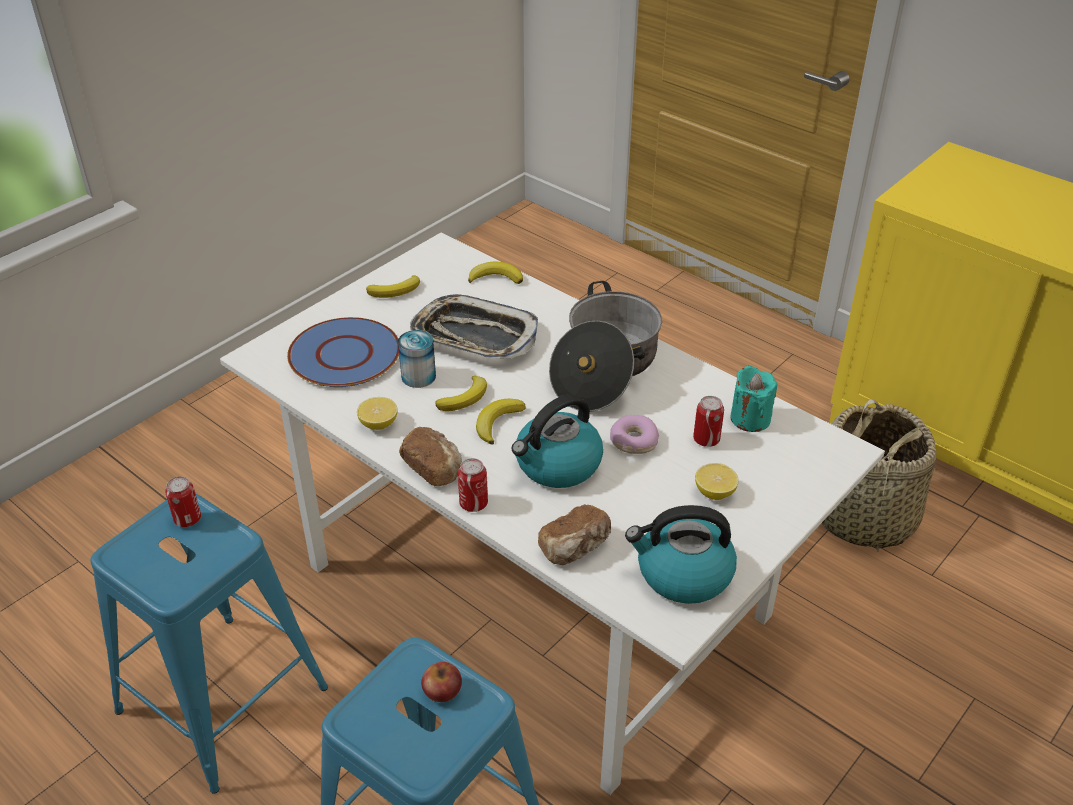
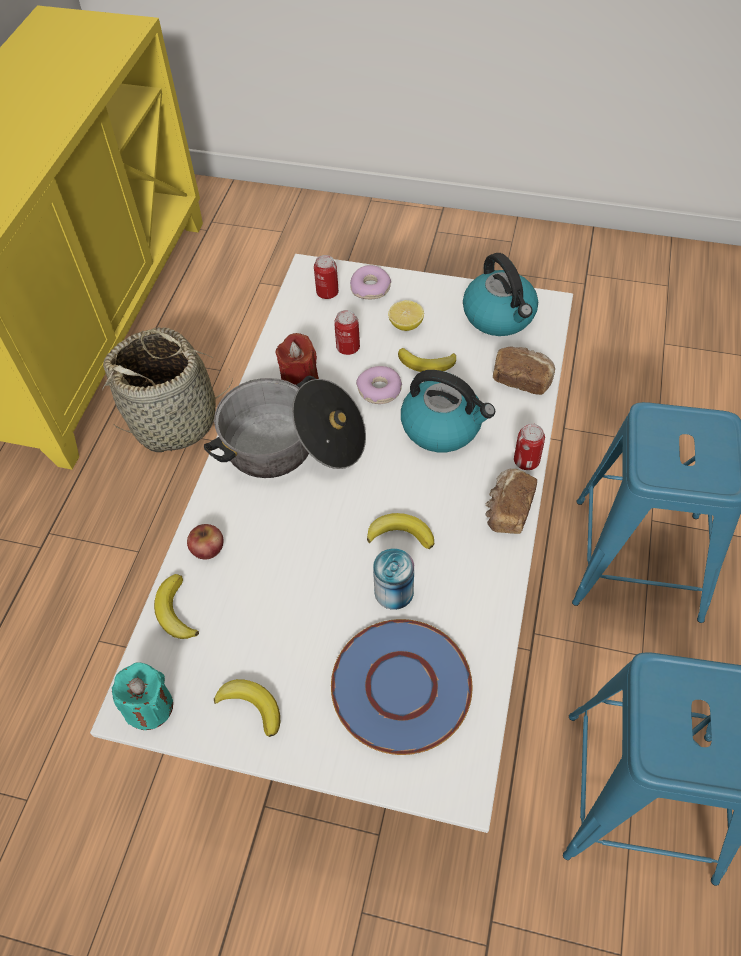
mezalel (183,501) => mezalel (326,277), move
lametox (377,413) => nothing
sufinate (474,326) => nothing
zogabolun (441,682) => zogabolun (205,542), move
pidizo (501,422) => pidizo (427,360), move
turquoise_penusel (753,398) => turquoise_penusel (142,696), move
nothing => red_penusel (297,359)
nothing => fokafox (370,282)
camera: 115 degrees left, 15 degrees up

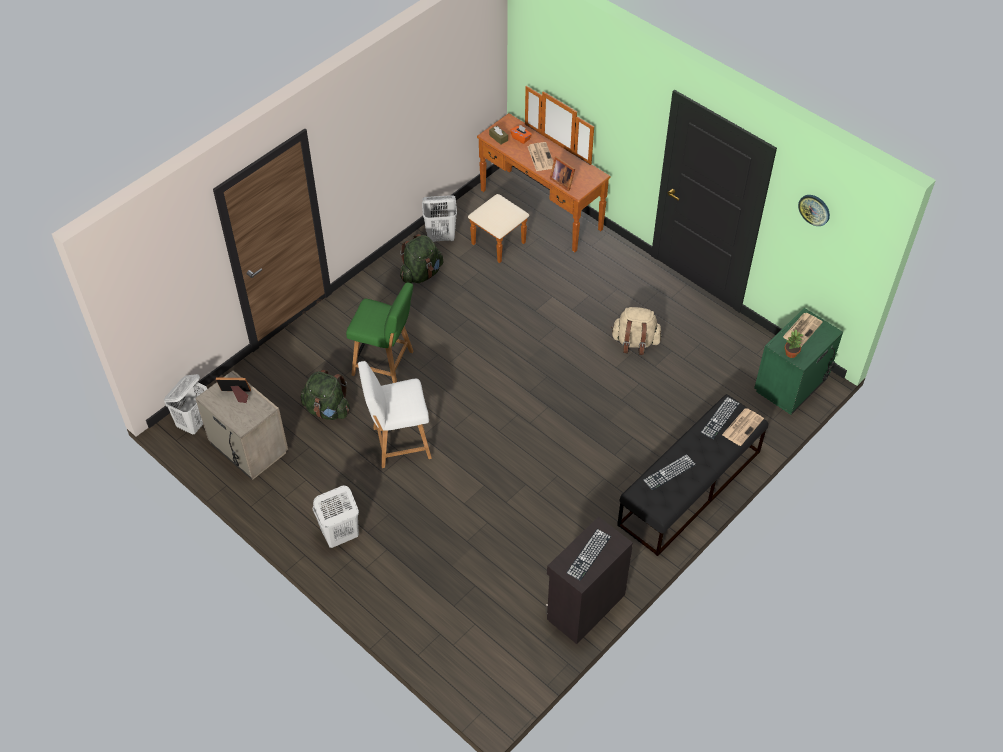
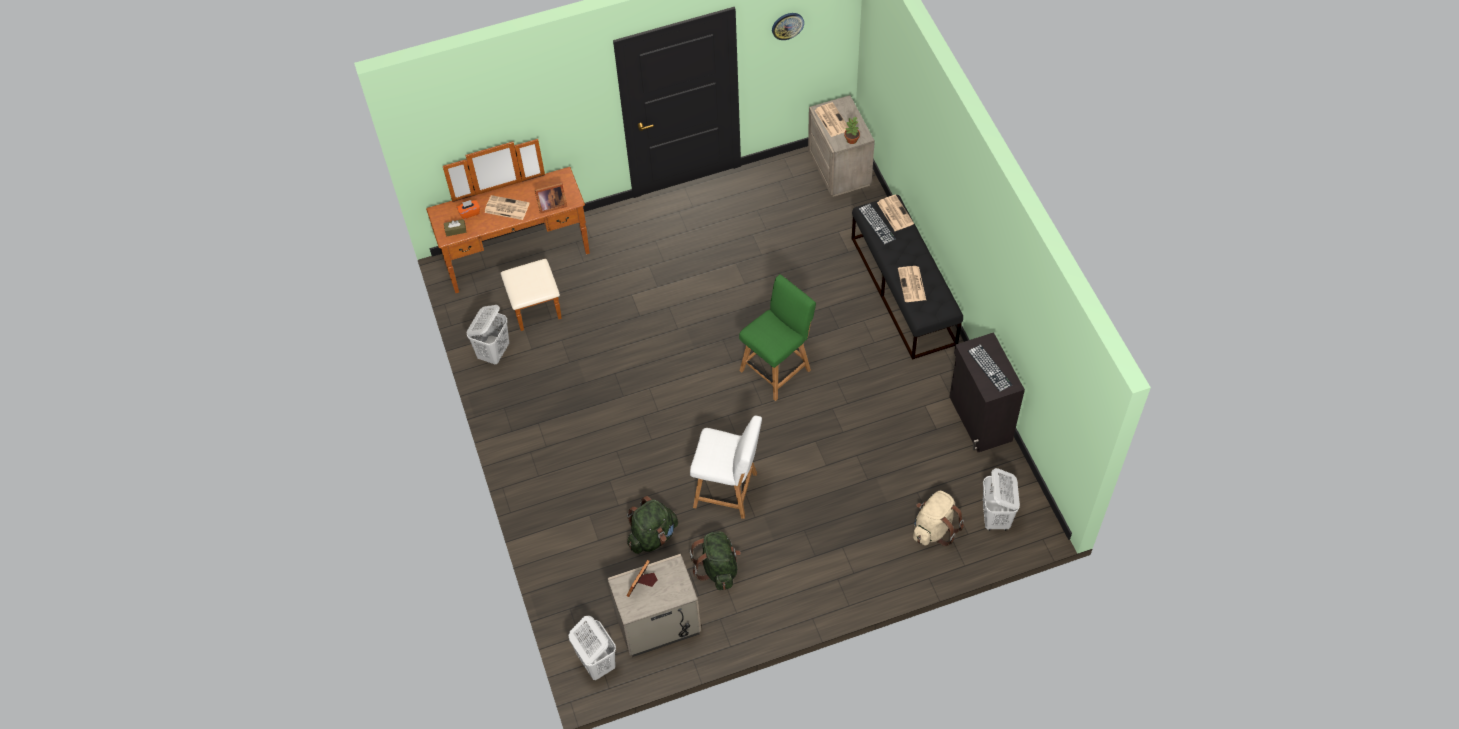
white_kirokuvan (336,517) => white_kirokuvan (1001,499), move
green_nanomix (379,332) => green_nanomix (777,337), move
white_nanomix (395,414) => white_nanomix (726,467), 90 degrees counterclockwise
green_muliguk (421,258) => green_muliguk (715,560), move
beige_muliguk (636,331) => beige_muliguk (938,518), move
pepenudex (669,472) => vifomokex (912,284)
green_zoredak (798,361) => beige_zoredak (841,146)
camera: 60 degrees left, 5 degrees up

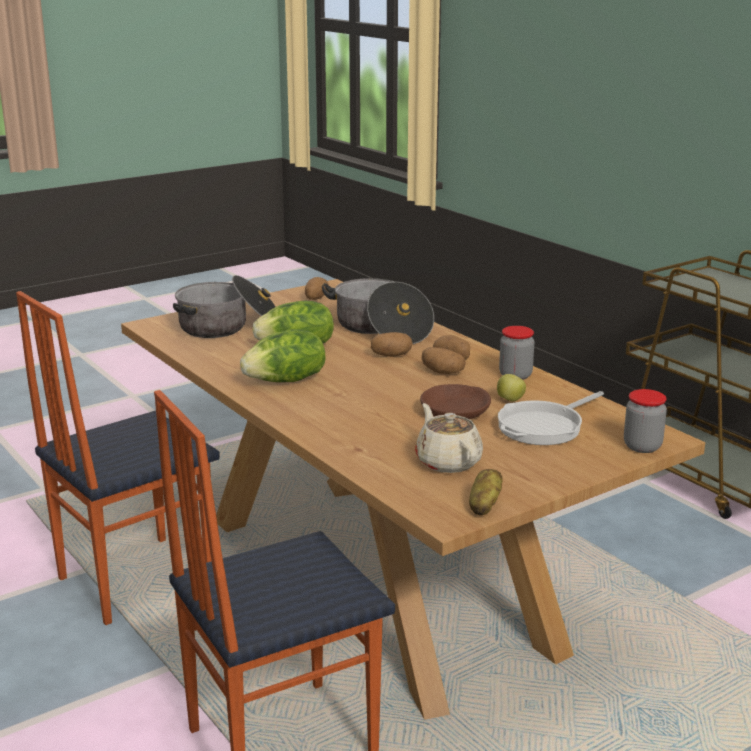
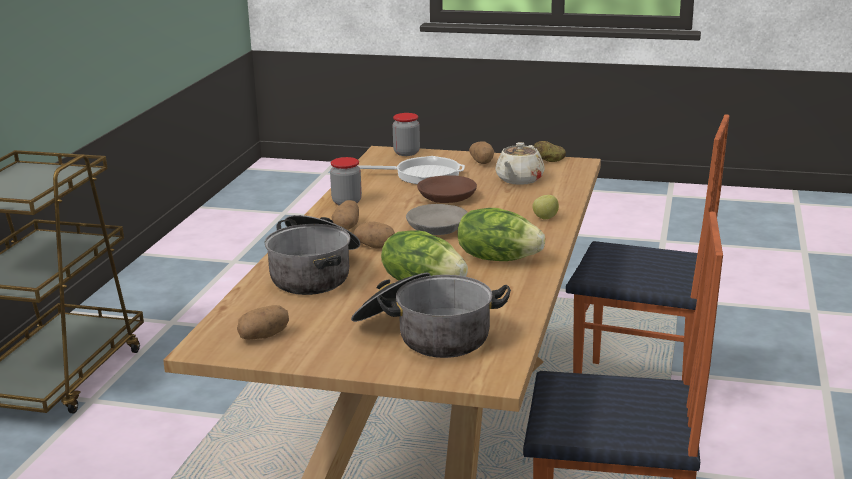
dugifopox (443,360) => dugifopox (481,152), move
zogabolun (511,388) => zogabolun (545,207), move
nothing => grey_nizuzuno (437,219)
camera: 130 degrees left, 0 degrees up

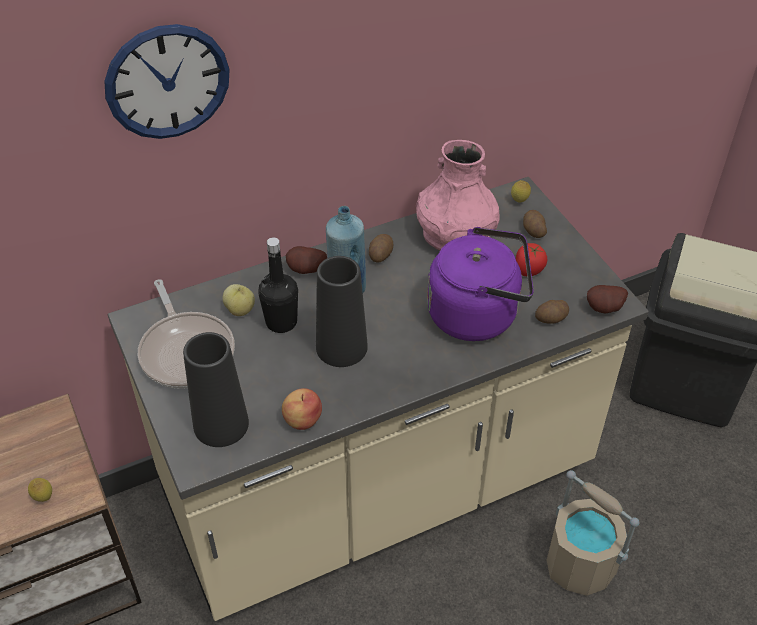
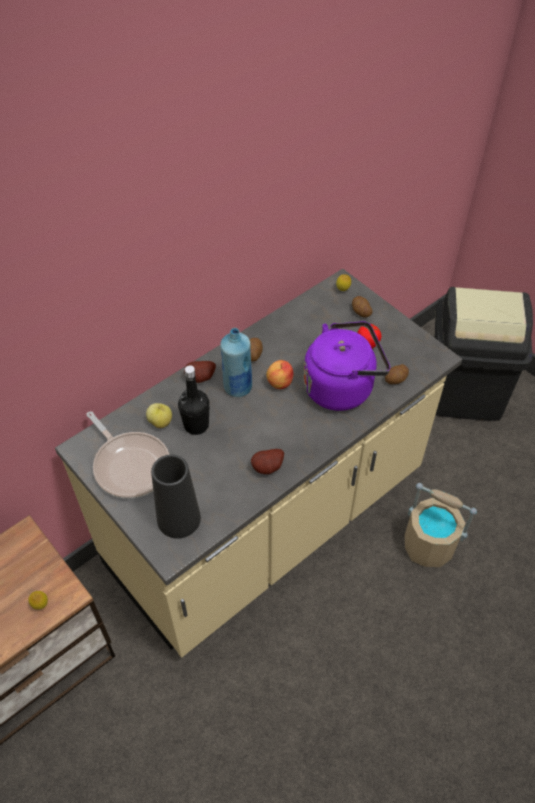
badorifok (167,81) => nothing
zogabolun (302,409) => zogabolun (279,374), move
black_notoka (342,311) => nothing
pink_notoka (458,195) => nothing
dugifopox (607,299) => dugifopox (267,461), move
camera: 15 degrees left, 5 degrees up

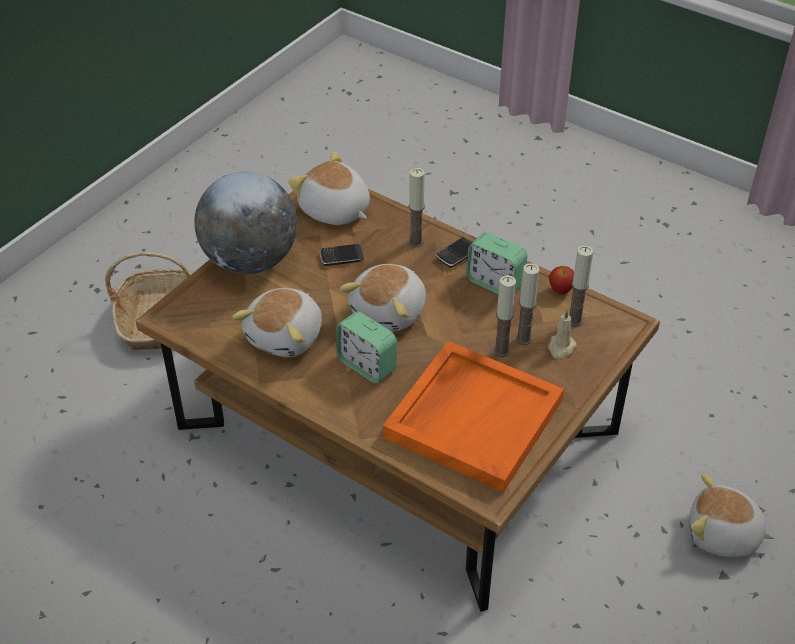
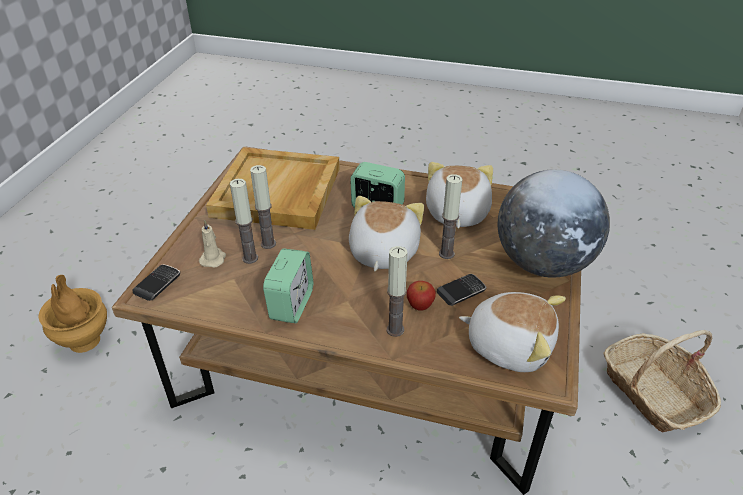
orange_sufinate (473,417) => beige_sufinate (273,189)
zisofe (454,252) => zisofe (156,282), move
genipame (496,263) => genipame (288,285), 90 degrees clockwise
zogabolun (561,280) => zogabolun (421,296), move
penusel (581,286) => penusel (450,216), move
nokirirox (732,515) => brown_notoka (72,314)
camera: 160 degrees right, 5 degrees down

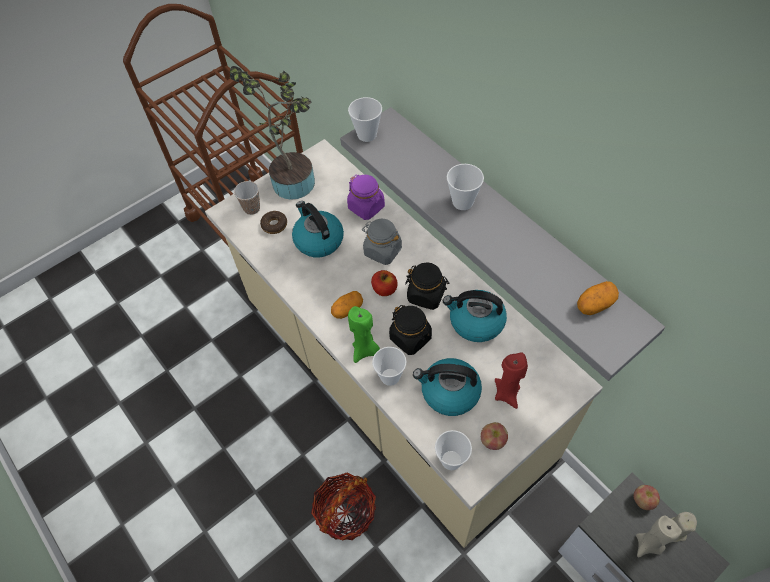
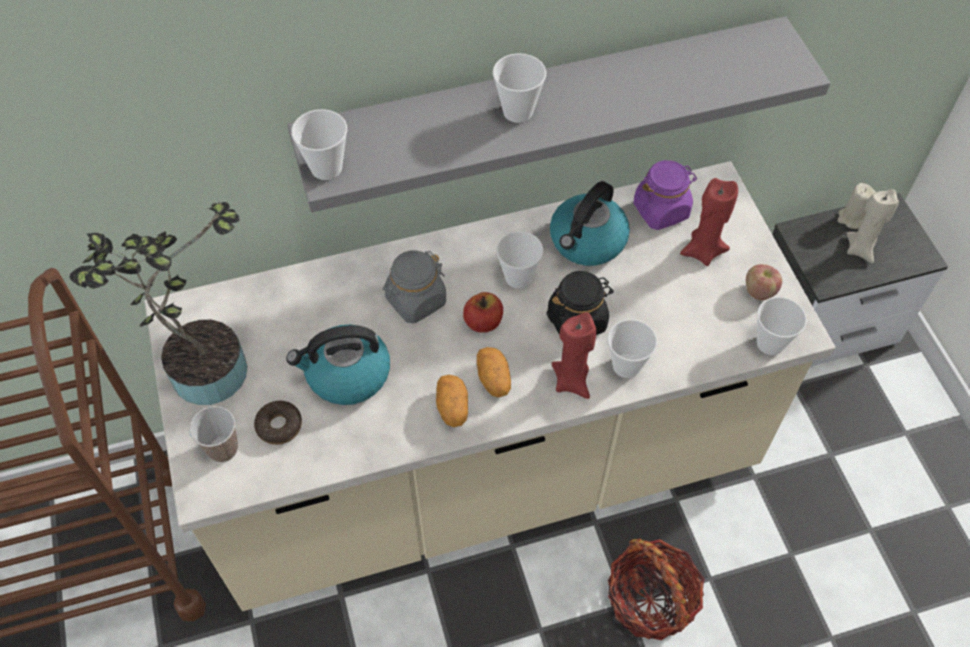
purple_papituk (366,197) => purple_papituk (665,195), move
green_penusel (364,334) => red_penusel (573,355)
black_papituk (427,286) => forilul (519,260)
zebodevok (447,387) => nothing
dugifopox (598,298) => dugifopox (452,401), move
zogabolun (647,497) => nothing
camera: 70 degrees left, 0 degrees up

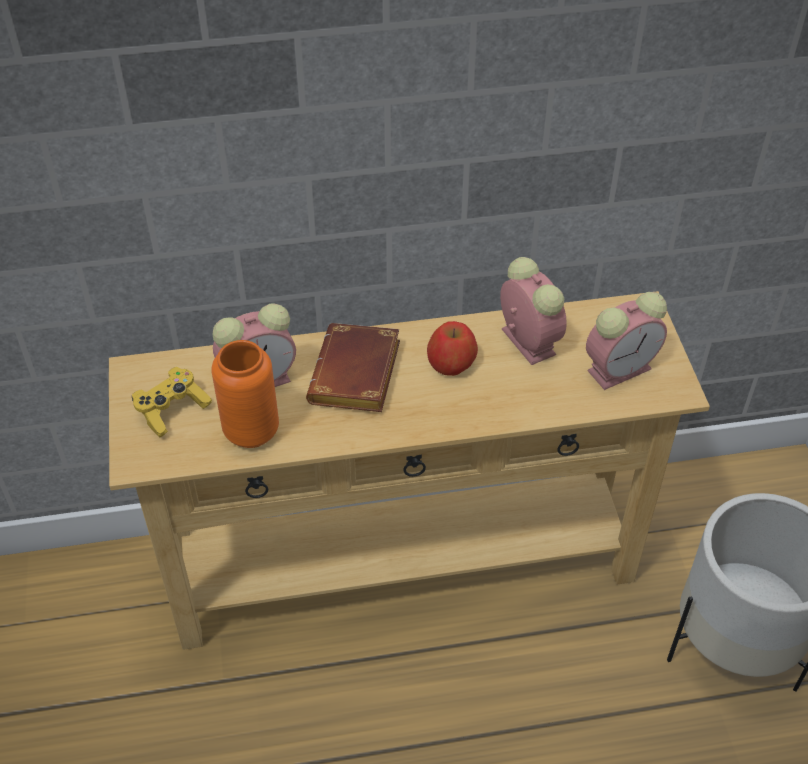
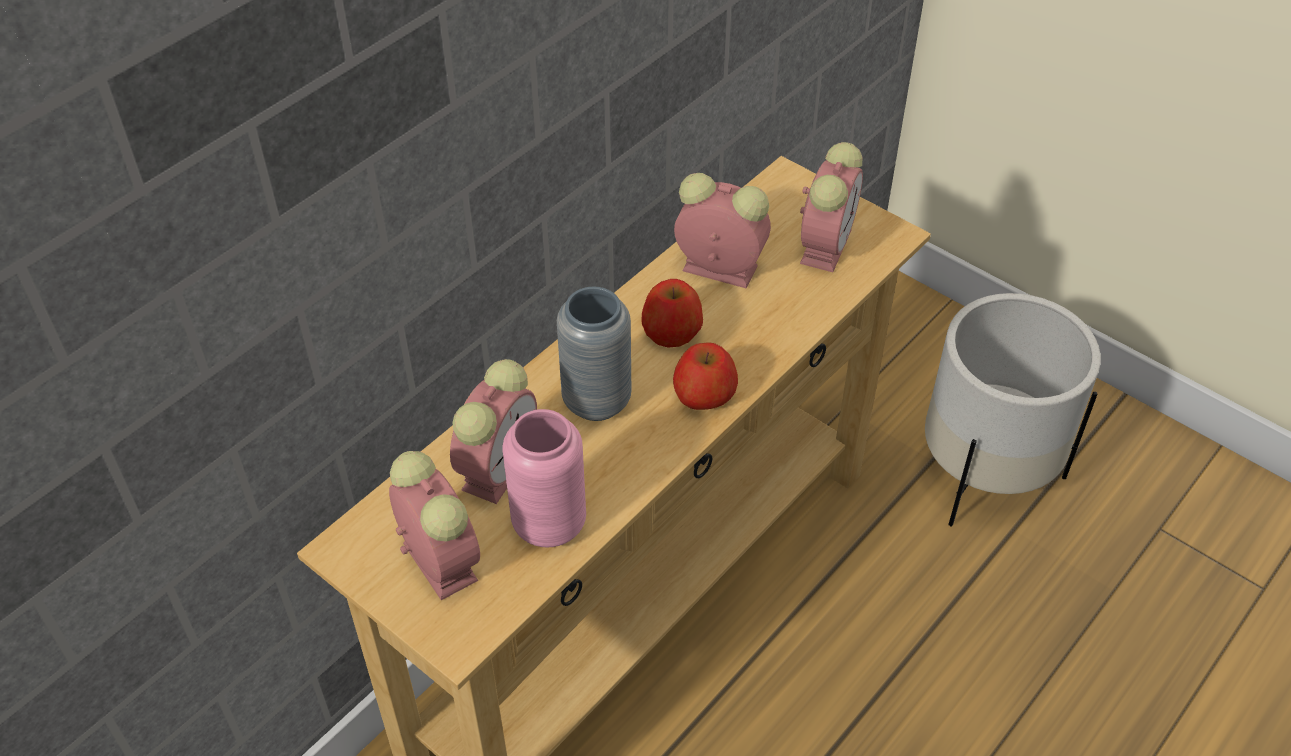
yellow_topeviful (172,402) => genipame (434,525)
orange_notoka (245,394) => pink_notoka (544,478)
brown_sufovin (353,367) => grey_notoka (594,354)
nothing => zogabolun (705,376)
camera: 40 degrees left, 0 degrees up

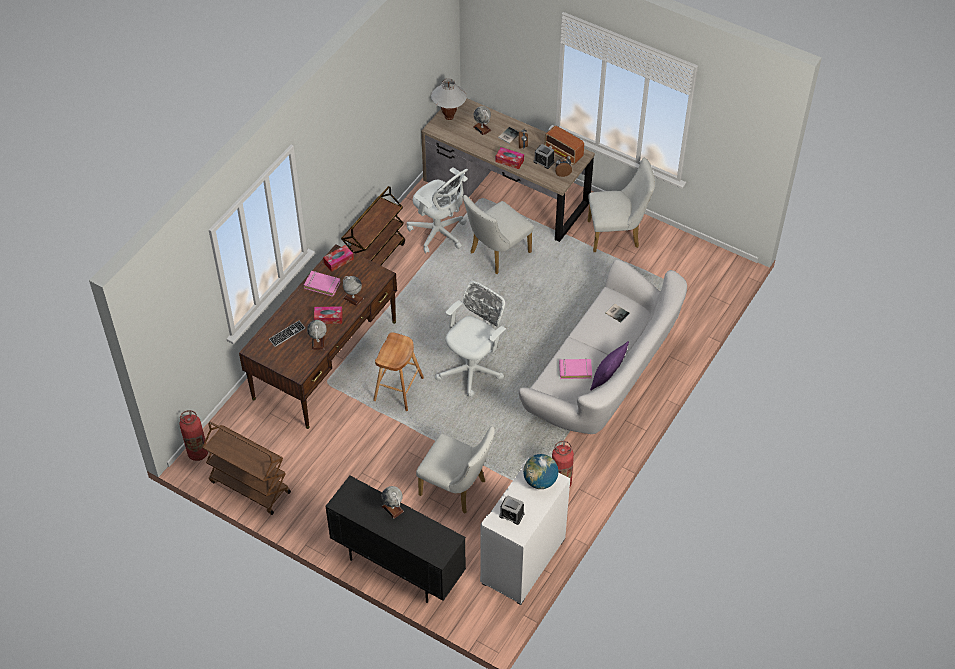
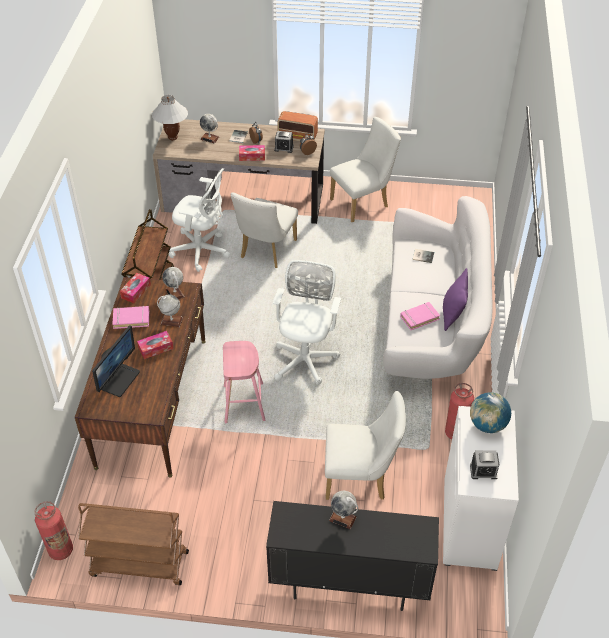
pepenudex (287,334) => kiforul (116,361)
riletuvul (317,335) => riletuvul (173,283), move
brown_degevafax (398,371) => pink_degevafax (244,382)
camera: 25 degrees left, 5 degrees down

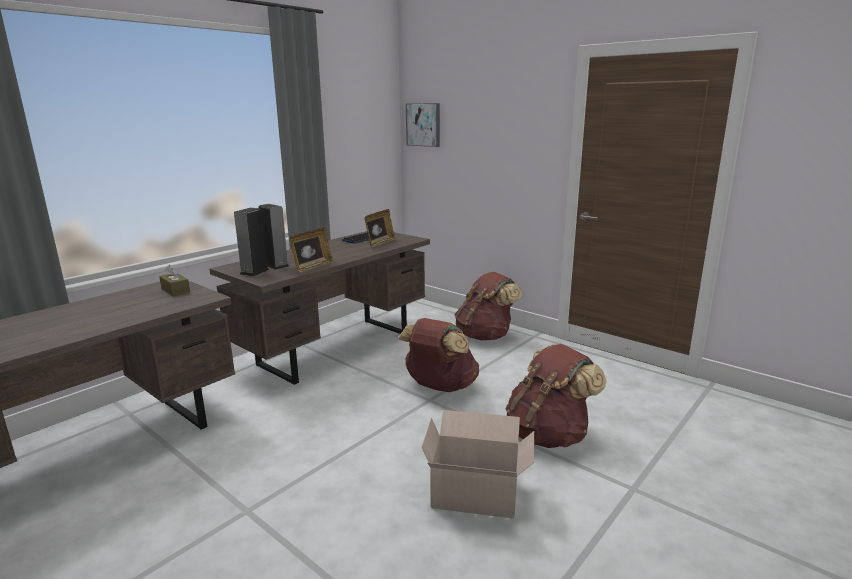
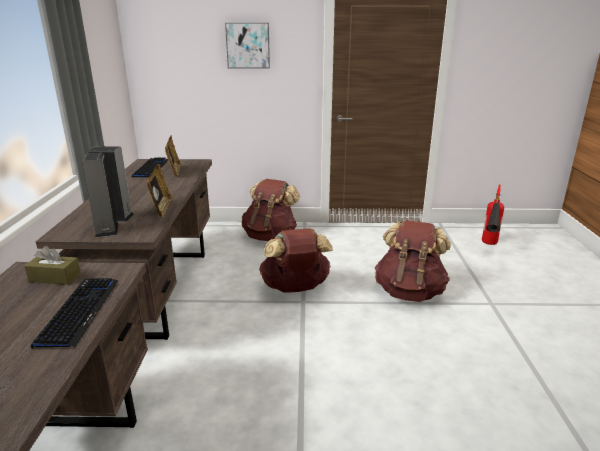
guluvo (423,125) => guluvo (247,46), move
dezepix (478,464) => nothing
nothing => pepenudex (75,313)
nothing => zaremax (493,214)
camera: 40 degrees left, 5 degrees up

